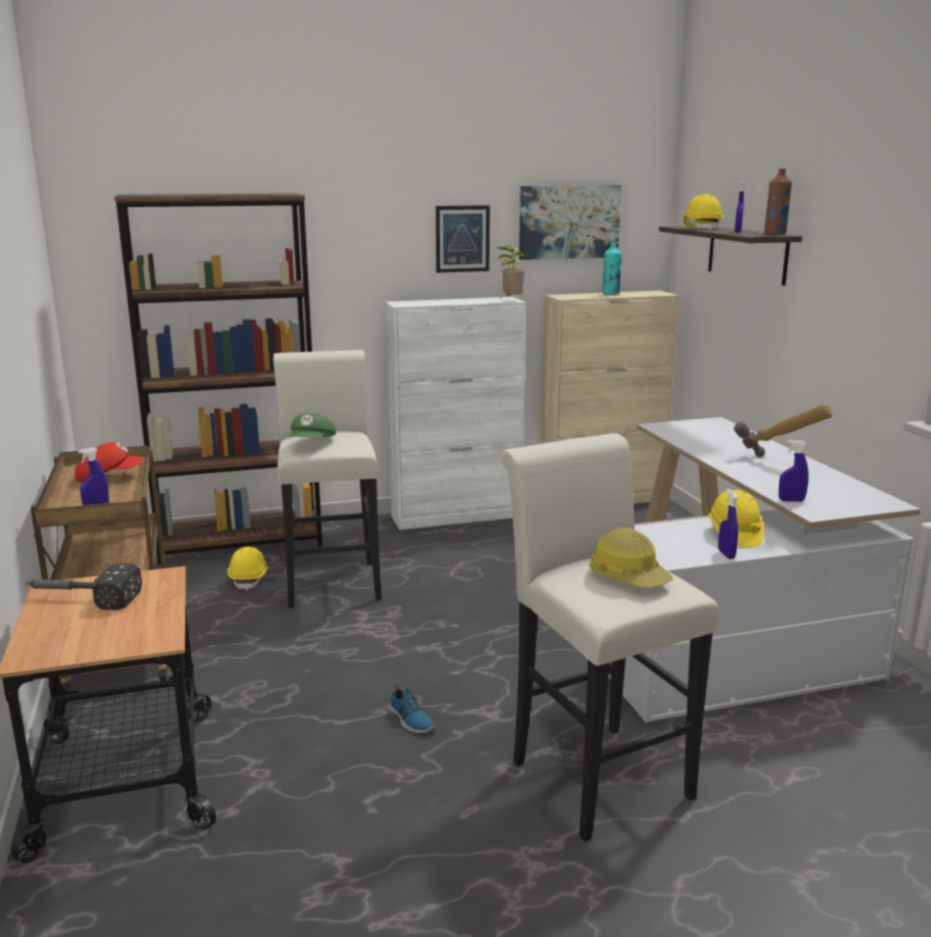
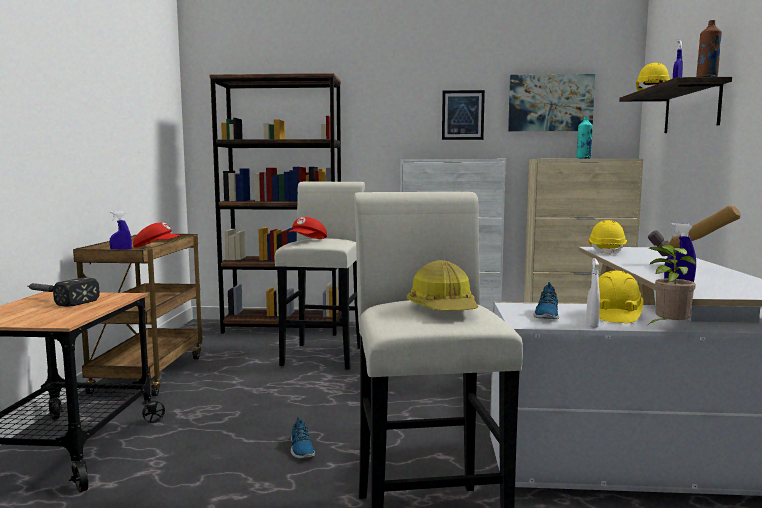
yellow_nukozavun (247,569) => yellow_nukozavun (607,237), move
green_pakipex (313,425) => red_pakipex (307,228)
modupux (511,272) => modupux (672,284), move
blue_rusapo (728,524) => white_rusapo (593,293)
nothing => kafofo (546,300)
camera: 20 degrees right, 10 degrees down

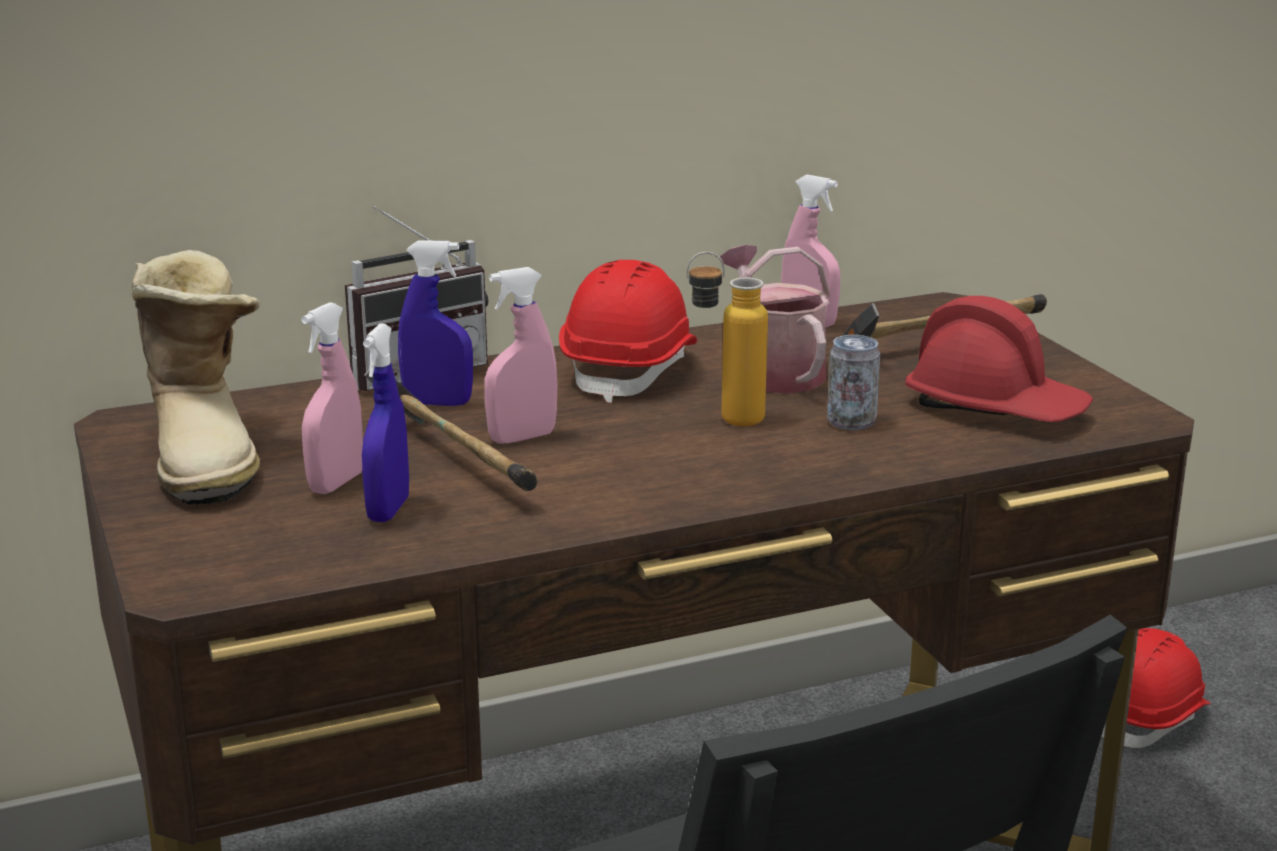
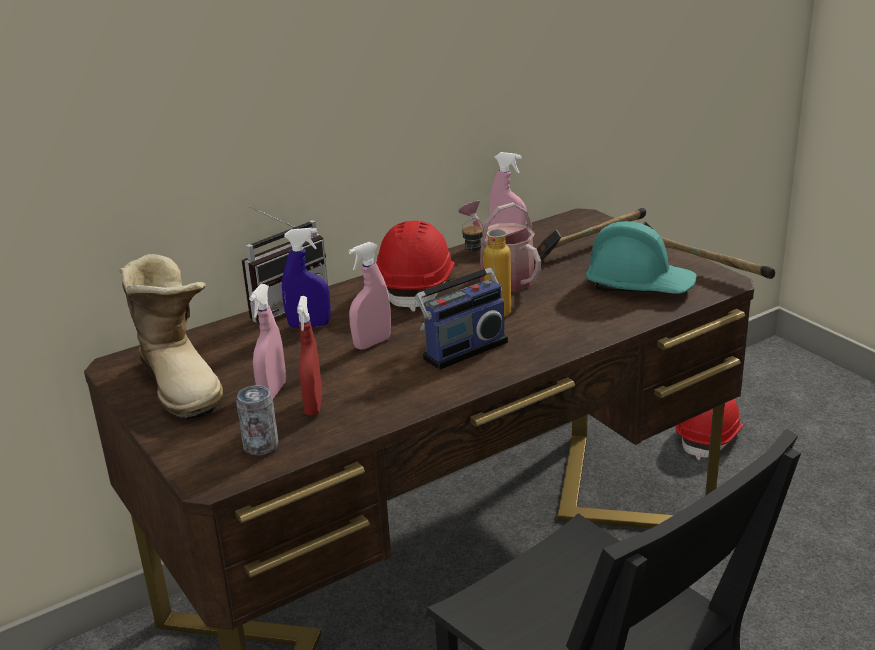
blue_rusapo (385,423) => red_rusapo (309,356)
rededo (450,429) => rededo (709,250), move
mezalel (853,382) => mezalel (257,420), move
red_nukozavun (999,359) => turquoise_nukozavun (641,257)
nothing => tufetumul (461,303)
camera: 10 degrees left, 5 degrees up

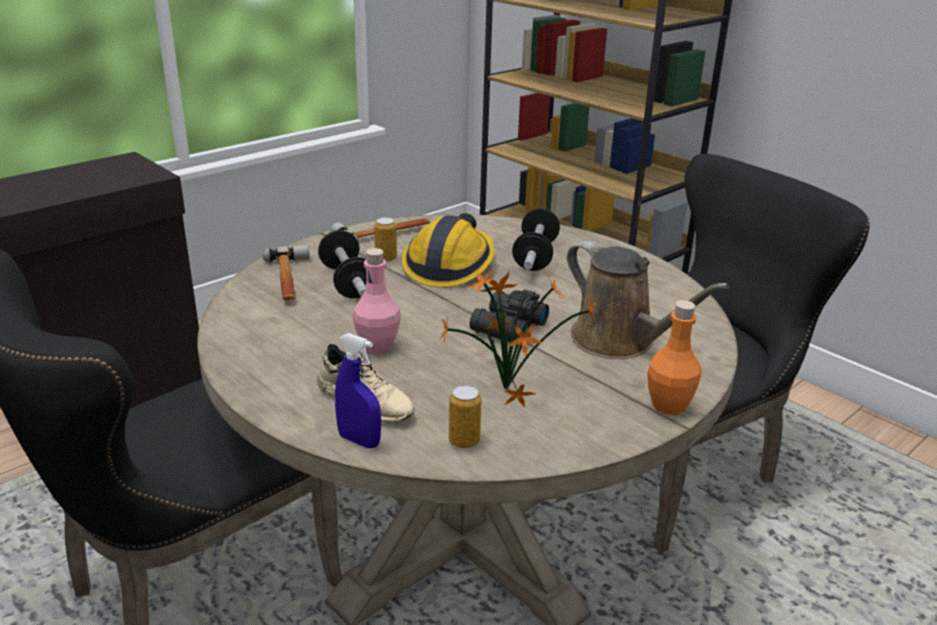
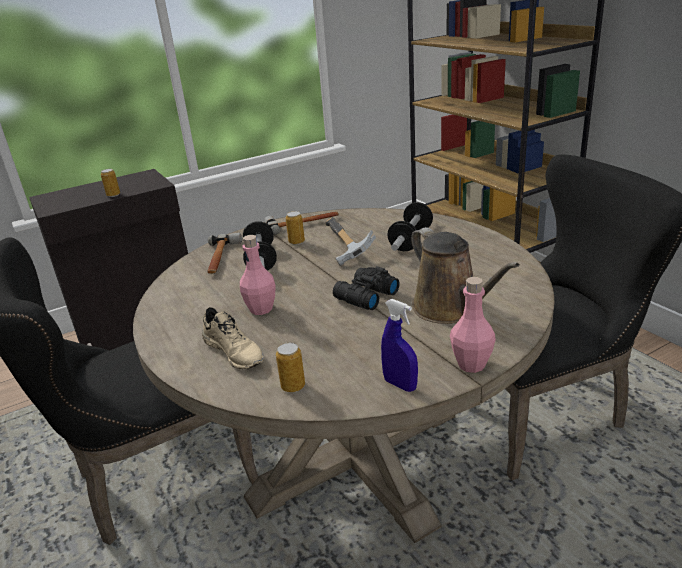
blue_rusapo (358,390) => blue_rusapo (399,345), move
nukozavun (448,250) => rededo (350,241)
modupux (518,337) => nothing
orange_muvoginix (674,357) => pink_muvoginix (473,325)
nothing => mezalel (110,183)
camera: 15 degrees right, 0 degrees up

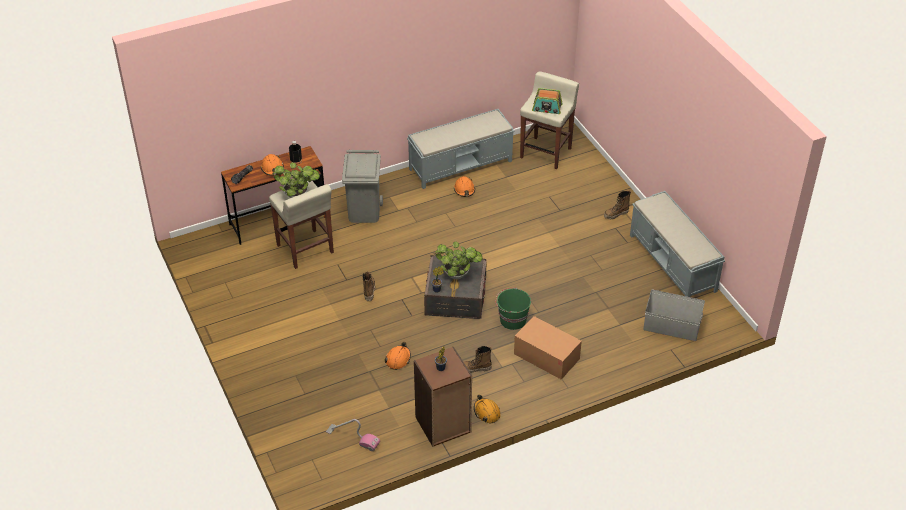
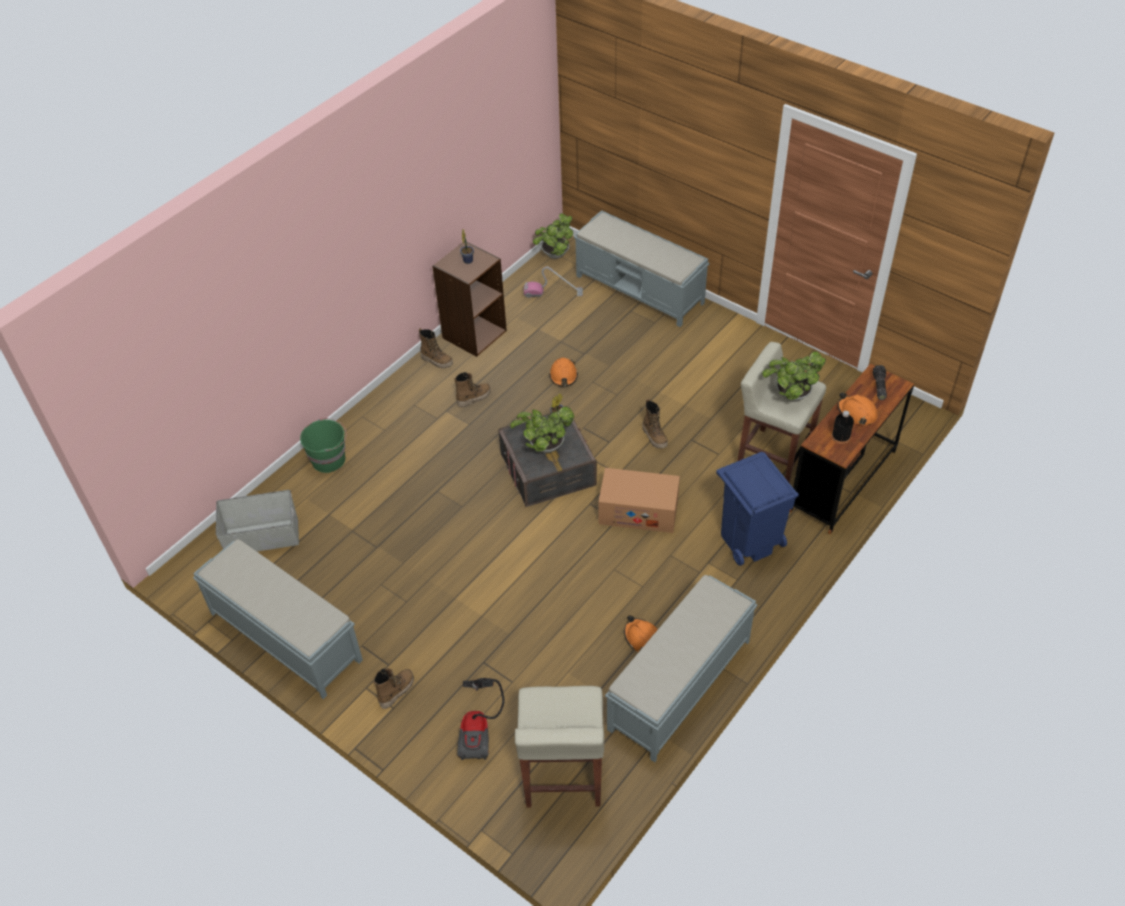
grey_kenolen (362,186) => blue_kenolen (757,509)
orange_nukozavun (487,409) => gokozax (436,348)
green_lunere (513,309) => green_lunere (323,445), move
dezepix (548,348) => dezepix (639,500), move
tufetumul (547,101) => nothing
nothing => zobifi (480,719)
nothing => modupux (553,236)
nothing => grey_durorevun (642,268)
camera: 155 degrees right, 5 degrees up

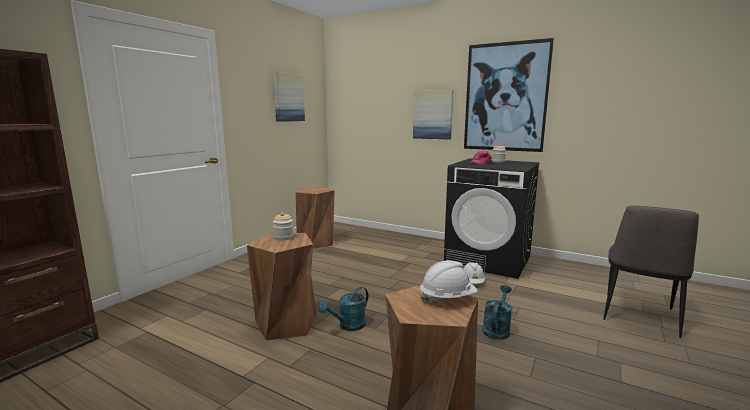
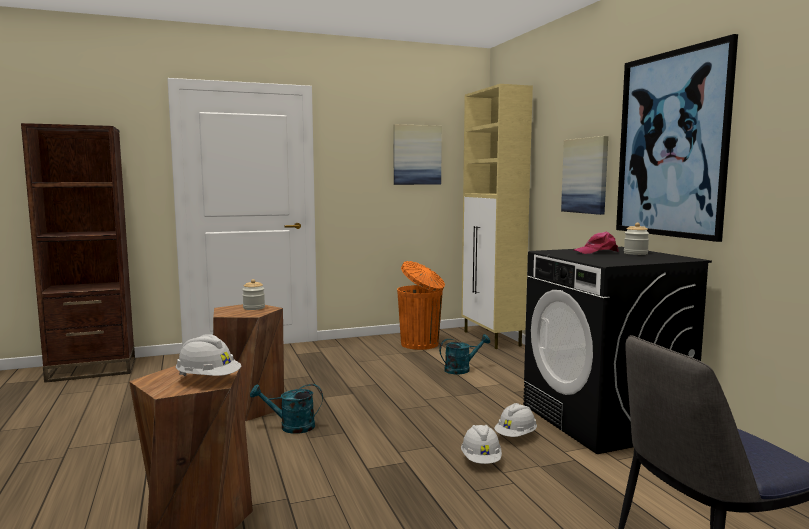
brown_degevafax (315,218) => orange_kenolen (421,305)
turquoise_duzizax (497,312) => turquoise_duzizax (464,354), move
nothing => white_nukozavun (481,444)
nothing => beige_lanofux (497,216)
camera: 40 degrees right, 5 degrees down

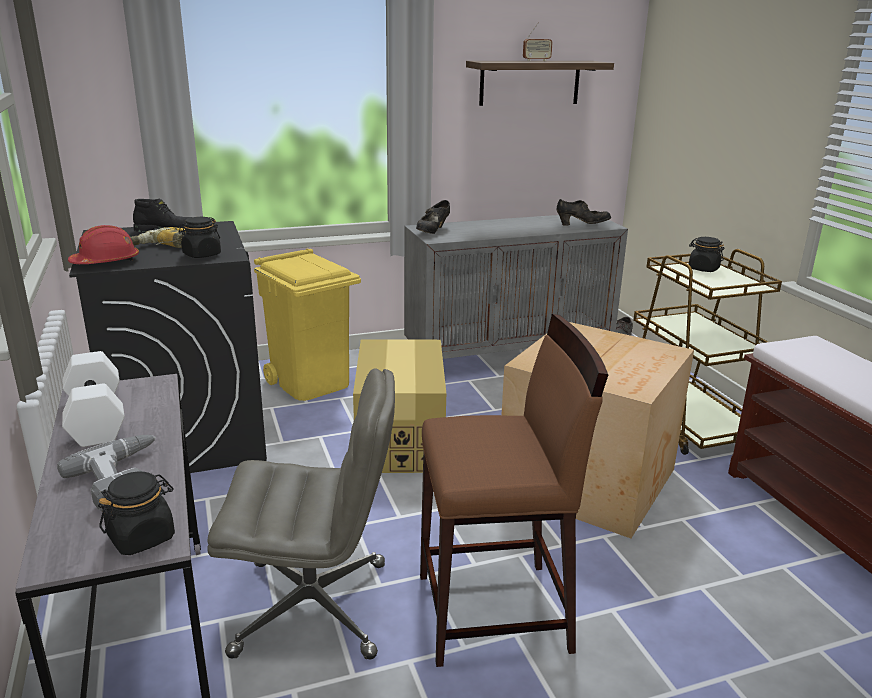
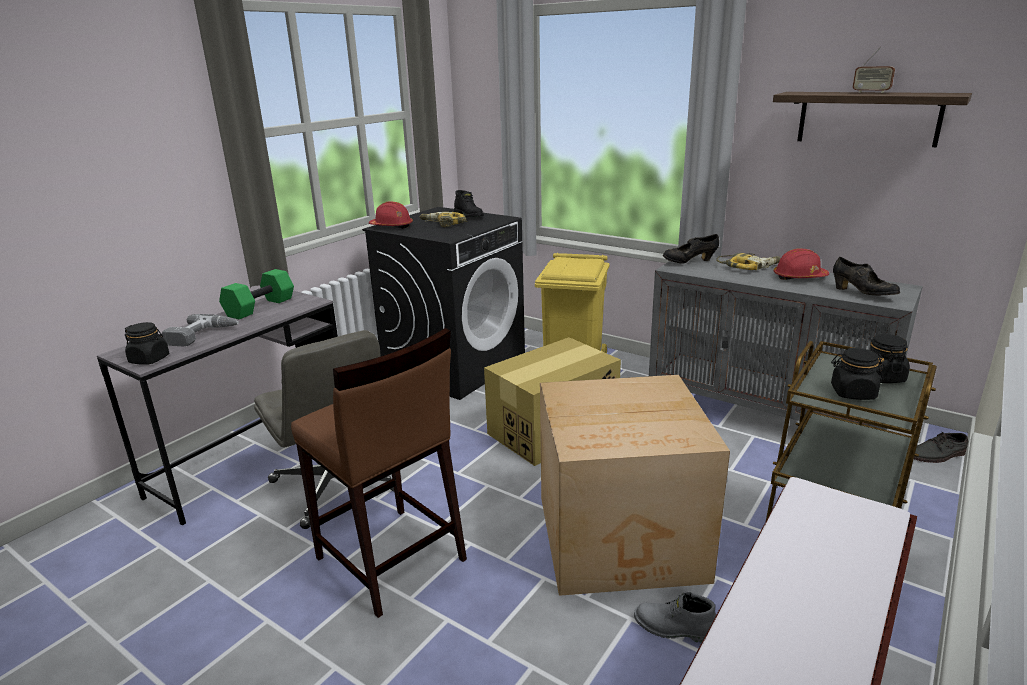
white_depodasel (93,399) => green_depodasel (256,294)
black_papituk (200,237) => black_papituk (858,374), move
nothing => grey_gokozax (675,617)
nothing => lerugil (748,261)
nothing => red_nukozavun (801,264)
camera: 55 degrees right, 0 degrees up

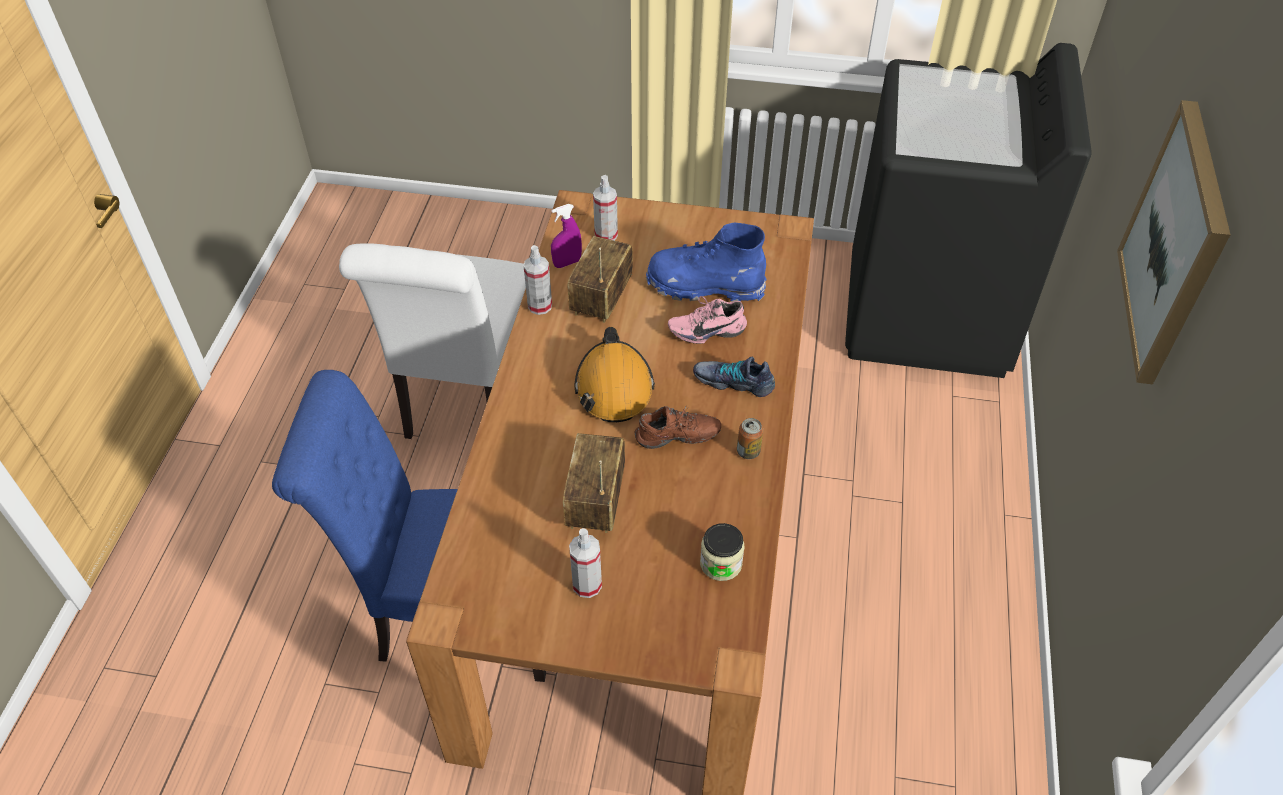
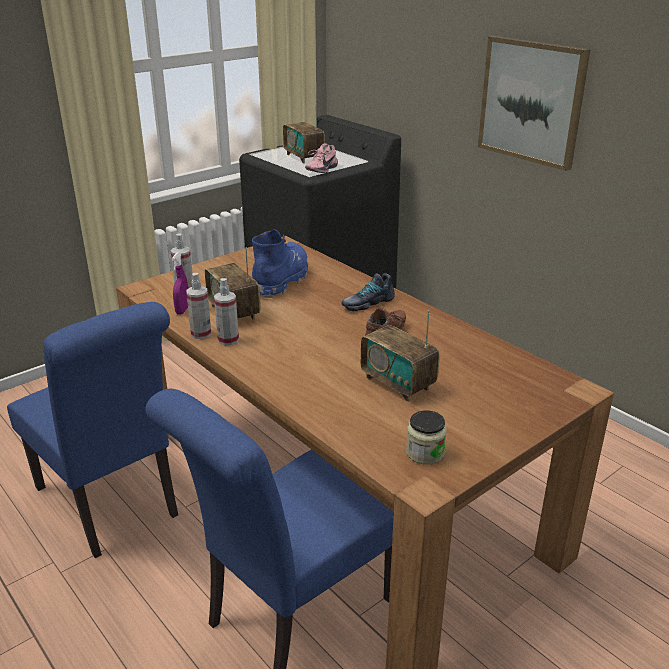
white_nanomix (432,341) => blue_nanomix (92,430)
rusapo (585,563) => rusapo (226,311), move
orange_nukozavun (614,374) => nothing
blue_gokozax (706,262) => blue_gokozax (280,263), 150 degrees clockwise
pink_kafofo (707,320) => pink_kafofo (321,158), move
papituk (722,552) => papituk (426,437), move
mezalel (750,438) => nothing
nothing => tufetumul (304,133)
camera: 50 degrees left, 20 degrees down

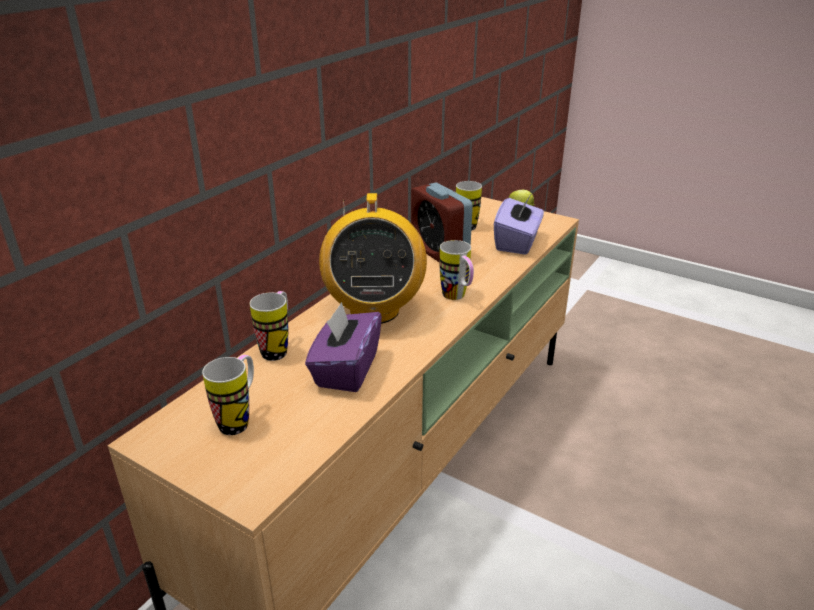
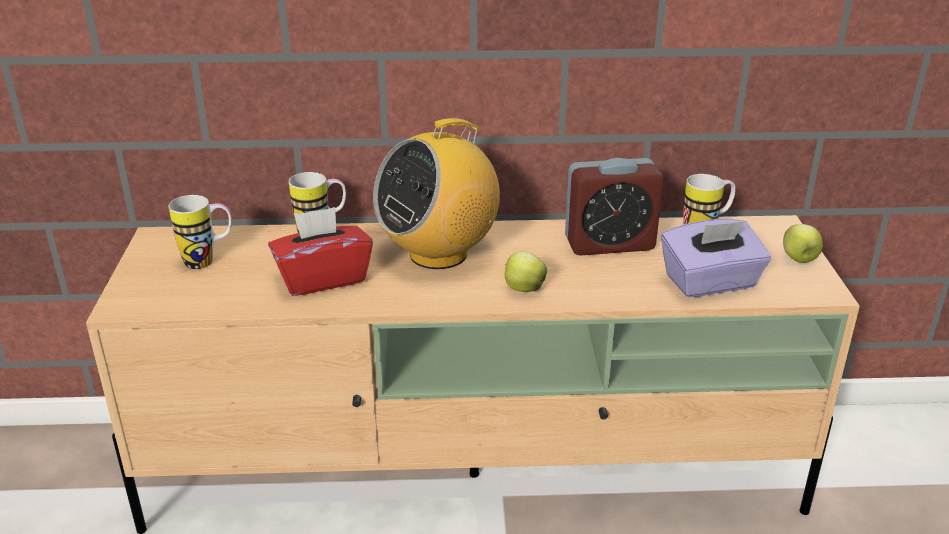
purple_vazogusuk (343,347) => red_vazogusuk (320,251)
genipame (442,223) => genipame (614,207), 120 degrees counterclockwise
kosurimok (457,270) => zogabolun (526,271)
camera: 55 degrees right, 0 degrees up

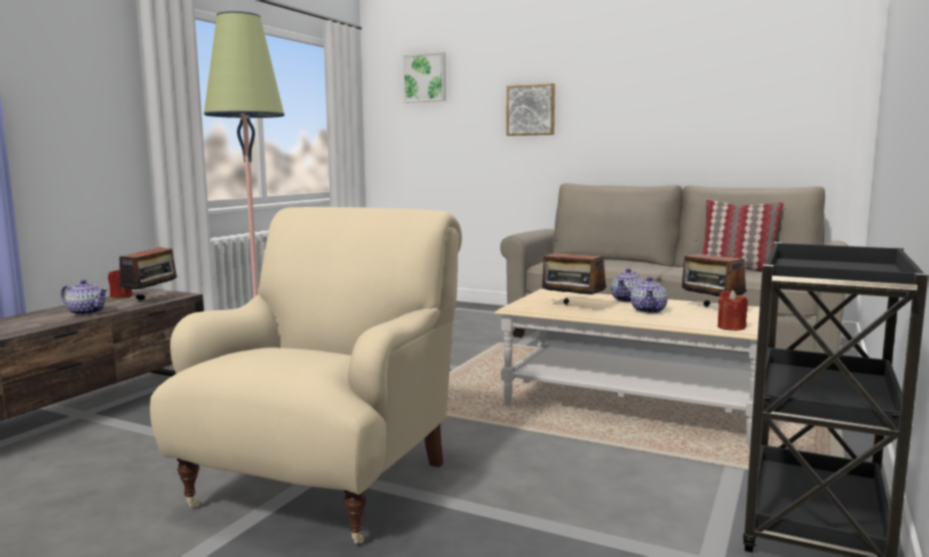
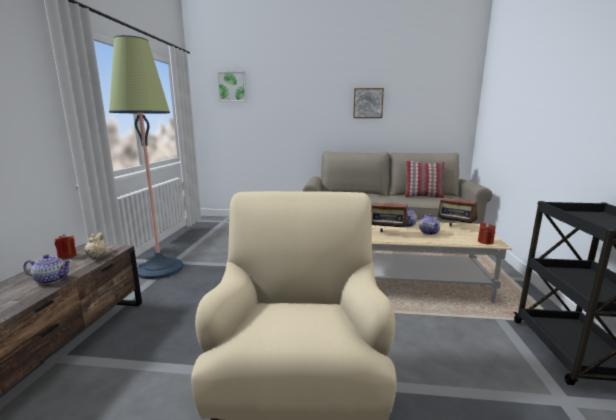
tufetumul (150,273) => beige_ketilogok (95,245)
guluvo (531,109) => guluvo (368,103), move
camera: 20 degrees left, 5 degrees up

